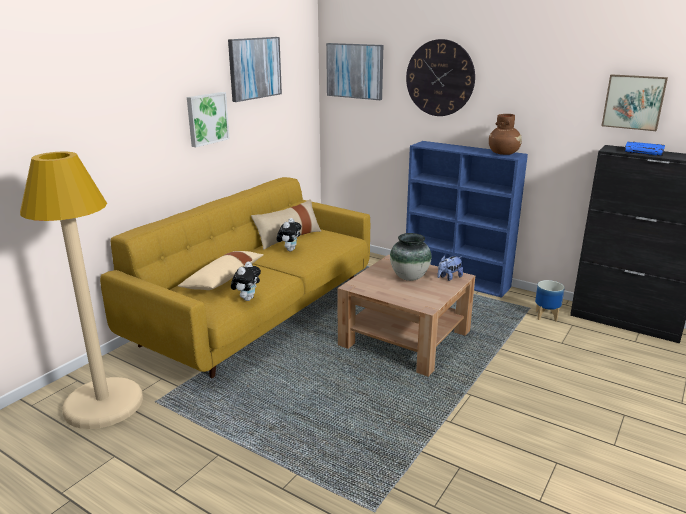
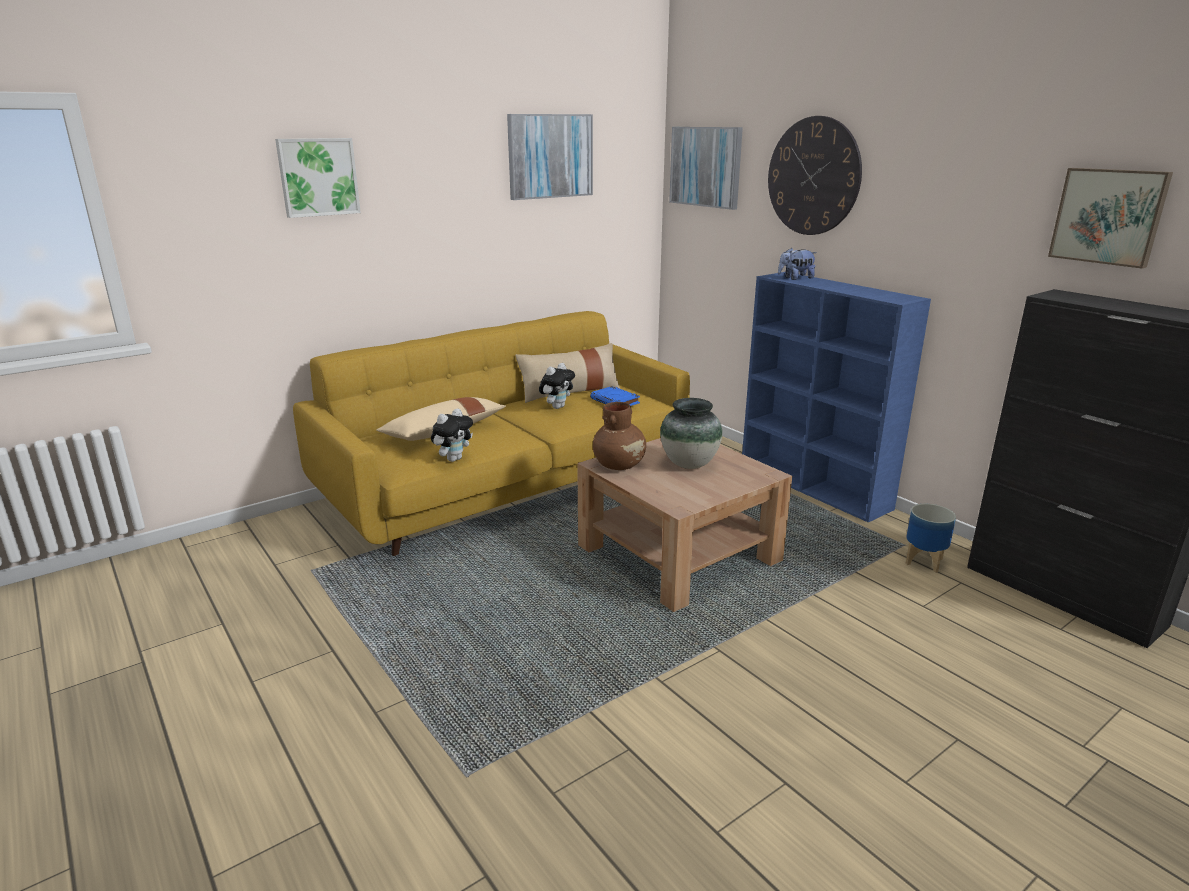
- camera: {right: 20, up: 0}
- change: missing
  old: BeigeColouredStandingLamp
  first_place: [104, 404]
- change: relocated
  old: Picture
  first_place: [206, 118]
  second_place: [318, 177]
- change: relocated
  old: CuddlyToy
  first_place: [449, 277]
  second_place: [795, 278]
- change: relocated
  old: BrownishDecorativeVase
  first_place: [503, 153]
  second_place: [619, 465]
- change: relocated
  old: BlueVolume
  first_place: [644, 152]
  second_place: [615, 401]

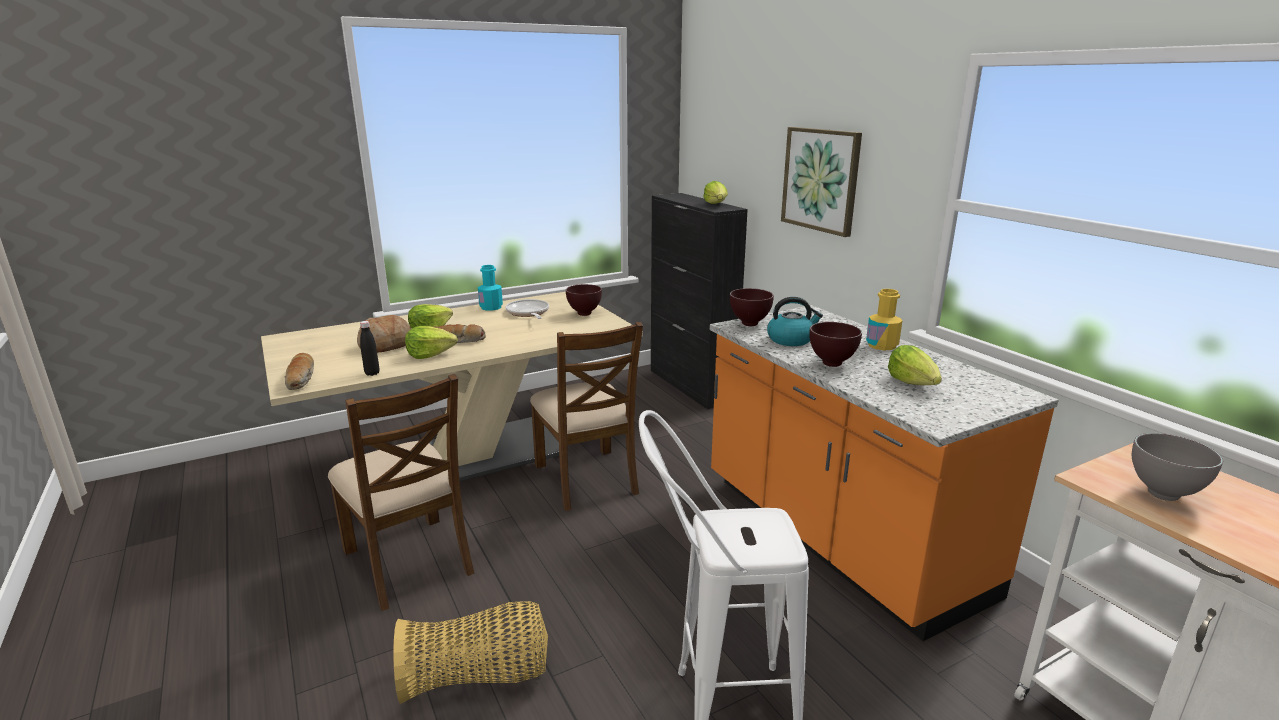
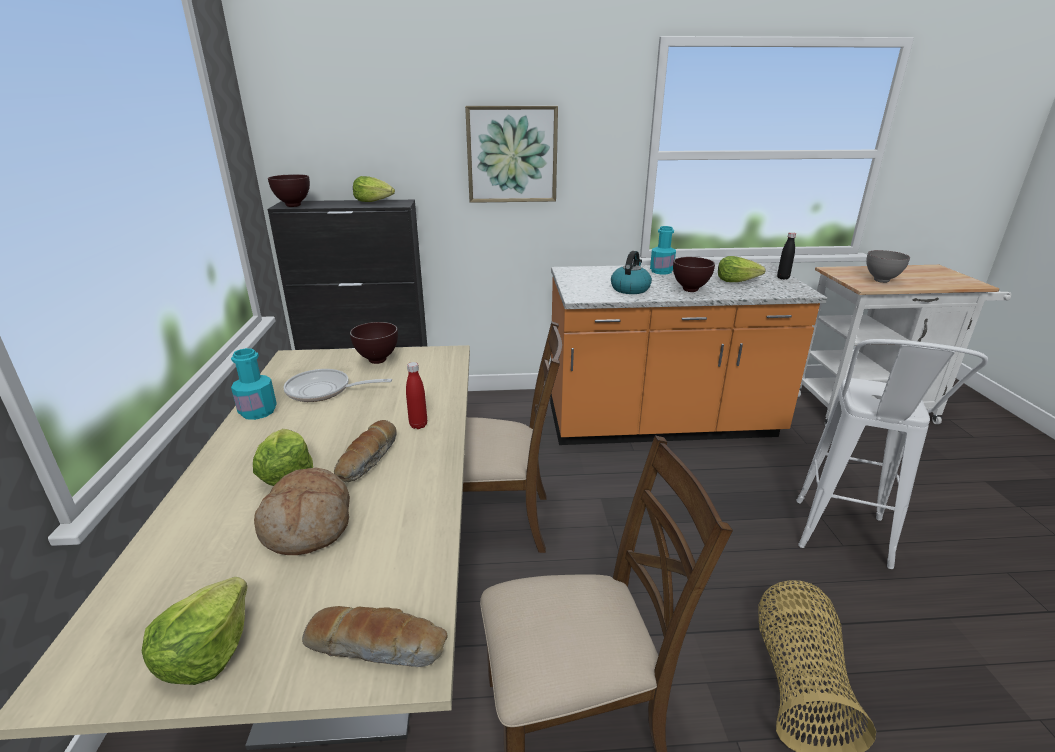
- camera: {right: -65, up: 5}
- change: relocated
  old: BlackishDrinkBottle
  first_place: [372, 373]
  second_place: [783, 278]
- change: relocated
  old: Lettuce
  first_place: [430, 354]
  second_place: [206, 651]
- change: relocated
  old: BrownishBowl
  first_place: [750, 324]
  second_place: [294, 205]
- change: colour
  old: YellowColouredDrinkBottle
  new: BlueGreenDrinkBottle
  first_place: [881, 345]
  second_place: [661, 271]
- change: appeared
  new: RedColouredDrinkBottle
  second_place: [418, 425]

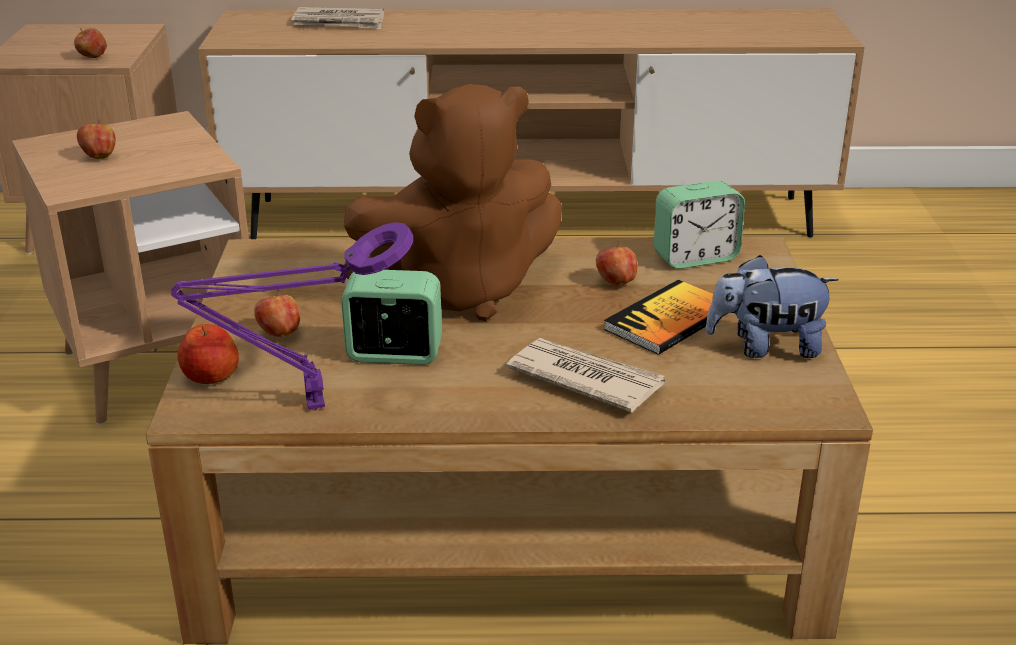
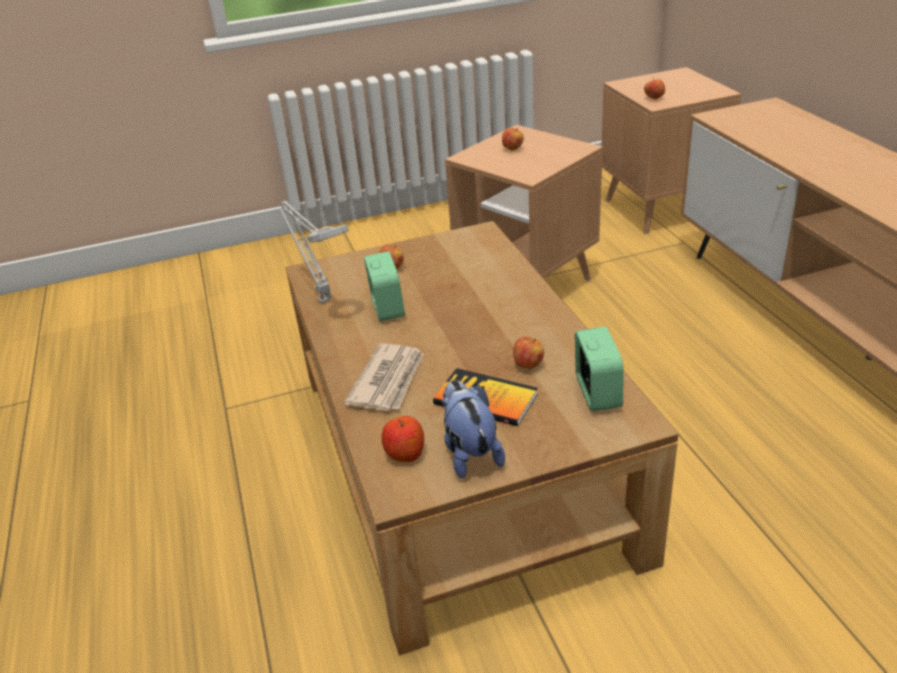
- camera: {right: 75, up: 5}
- change: colour
  old: PurpleColouredTabletopLamp
  new: GreyTabletopLamp
  first_place: [307, 406]
  second_place: [322, 299]
- change: relocated
  old: Apple
  first_place: [210, 376]
  second_place: [405, 453]
- change: missing
  old: PrintedPaper
  first_place: [339, 22]
- change: missing
  old: BrownishCuddlyToy
  first_place: [459, 290]
- change: spun
  old: TableClock
  first_place: [695, 257]
  second_place: [597, 393]
  degrees: -150

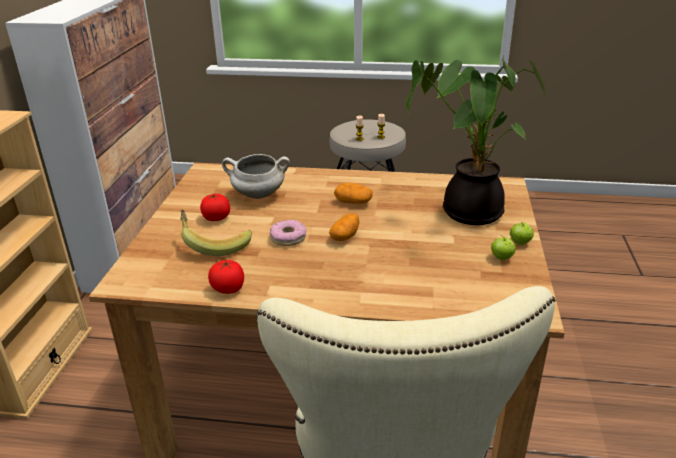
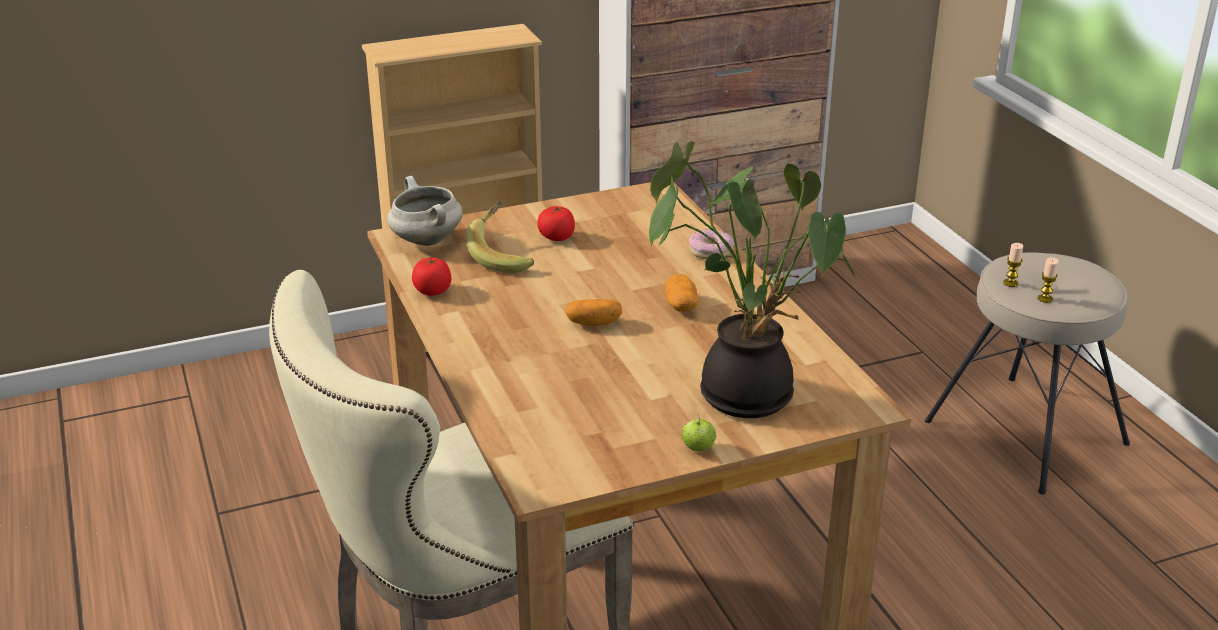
- camera: {right: 60, up: 0}
- change: relocated
  old: WhitishStockpot
  first_place: [258, 195]
  second_place: [425, 240]
- change: relocated
  old: RingDoughnut
  first_place: [288, 238]
  second_place: [711, 251]
- change: missing
  old: Apple
  first_place: [501, 258]

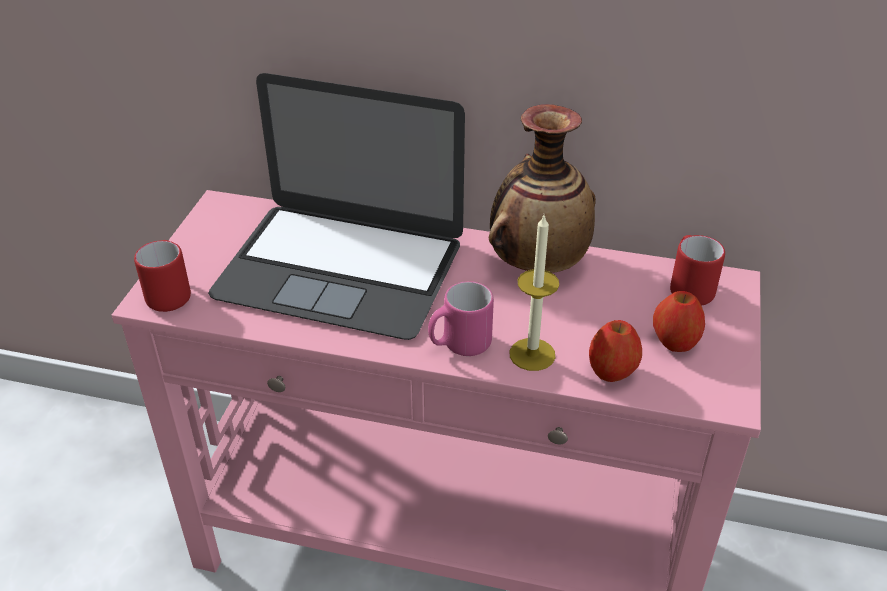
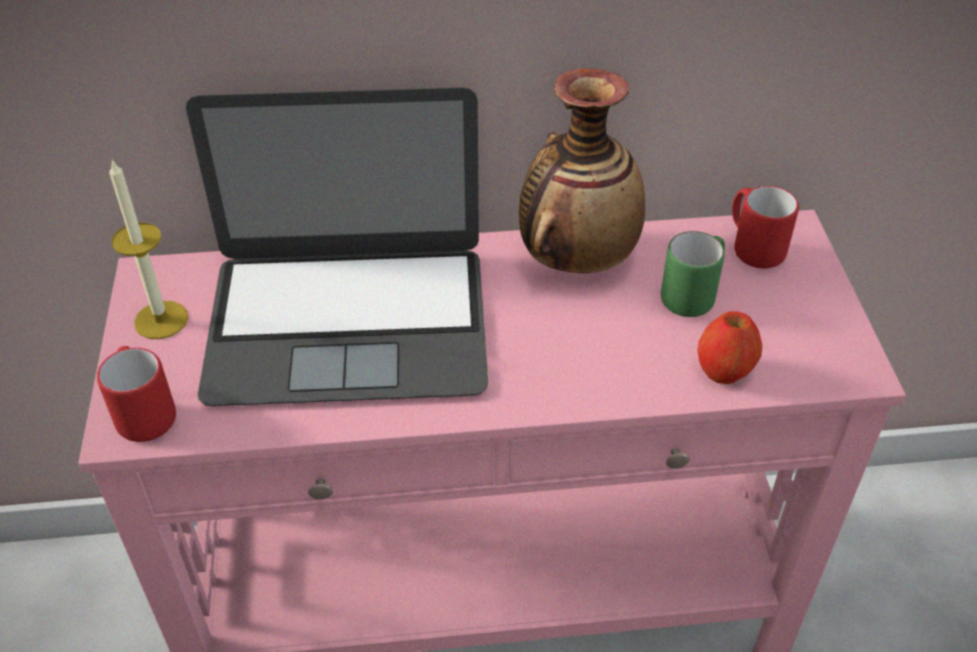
- camera: {right: -20, up: 5}
- change: missing
  old: PinkishMug
  first_place: [459, 345]
- change: relocated
  old: Candle
  first_place: [532, 354]
  second_place: [161, 320]
- change: missing
  old: Apple
  first_place: [674, 343]
- change: appeared
  new: GreenMug
  second_place: [693, 295]

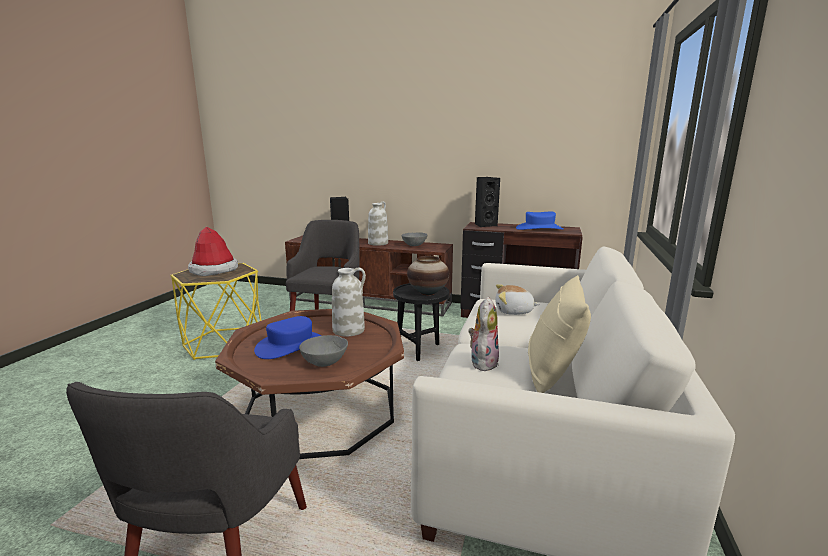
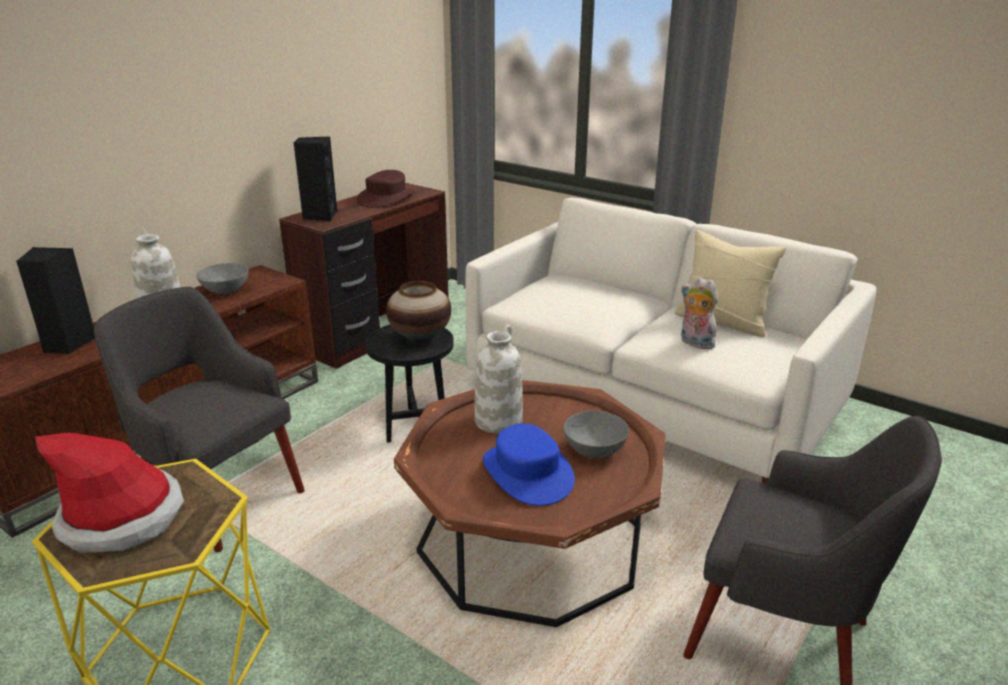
- camera: {right: -70, up: 10}
- change: missing
  old: CuddlyToy
  first_place: [514, 311]
- change: colour
  old: BlueHat
  new: BrownishHat
  first_place: [539, 228]
  second_place: [386, 198]

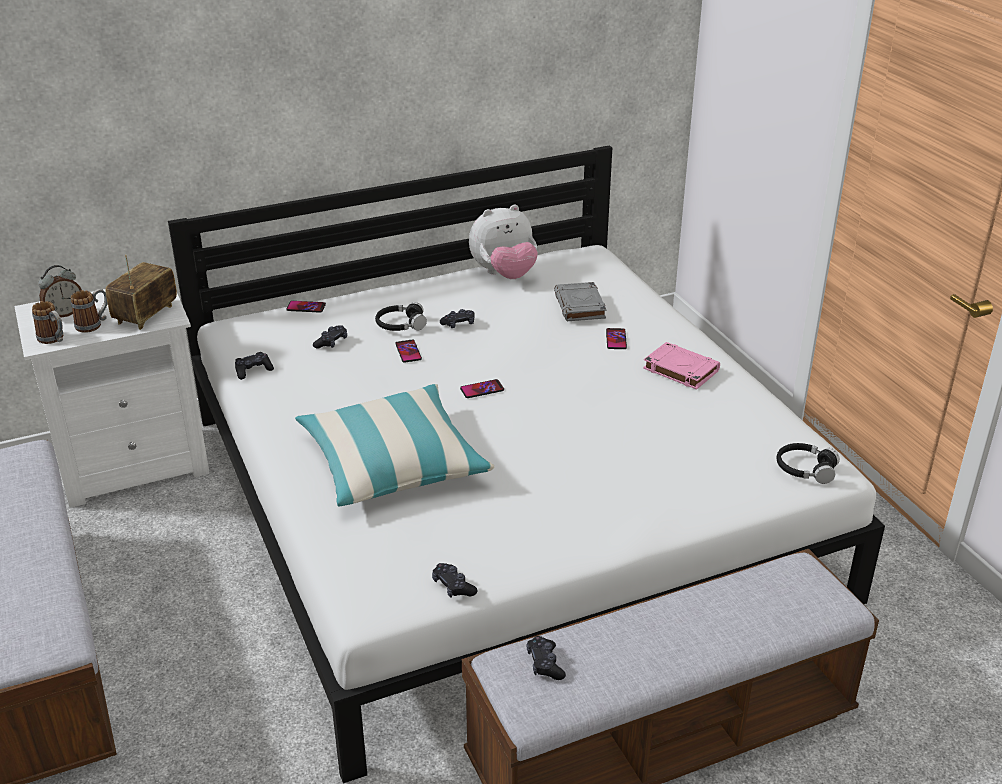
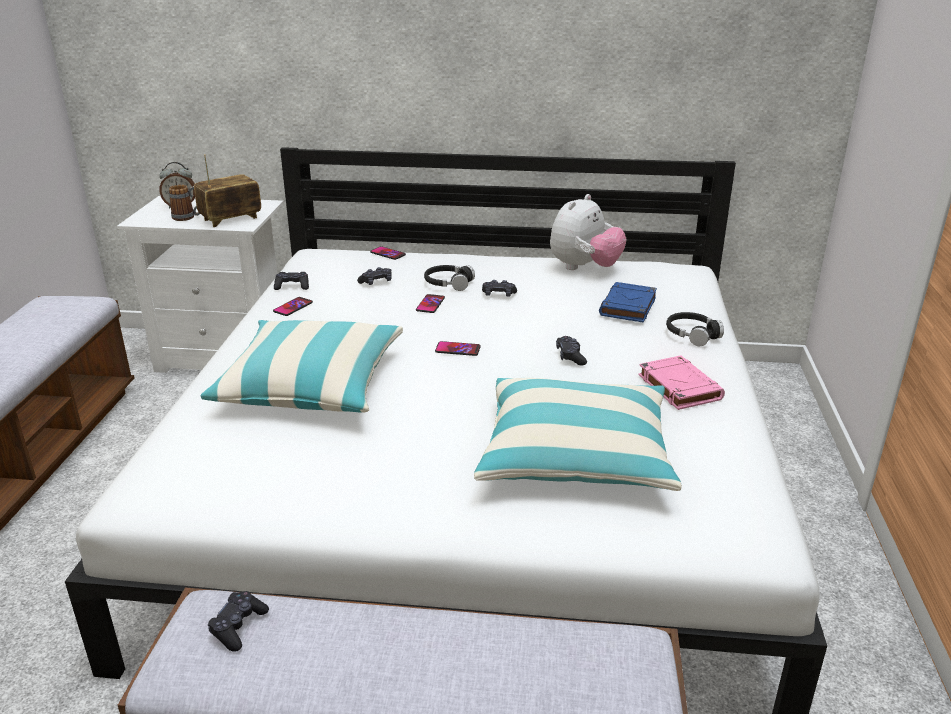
- camera: {right: 30, up: -5}
- change: missing
  old: Mug
  first_place: [54, 339]
- change: relocated
  old: BlackishGameController
  first_place: [453, 586]
  second_place: [570, 356]
- change: spun
  old: CuddlyToy
  first_place: [504, 274]
  second_place: [584, 268]
  degrees: -60
- change: colour
  old: GreyVolume
  new: BlueVolume
  first_place: [580, 306]
  second_place: [628, 307]
- change: relocated
  old: Handset
  first_place: [616, 339]
  second_place: [293, 307]
- change: relocated
  old: BlackishHeadphones
  first_place: [805, 469]
  second_place: [692, 334]
- change: appeared
  new: Pillow
  second_place: [575, 454]

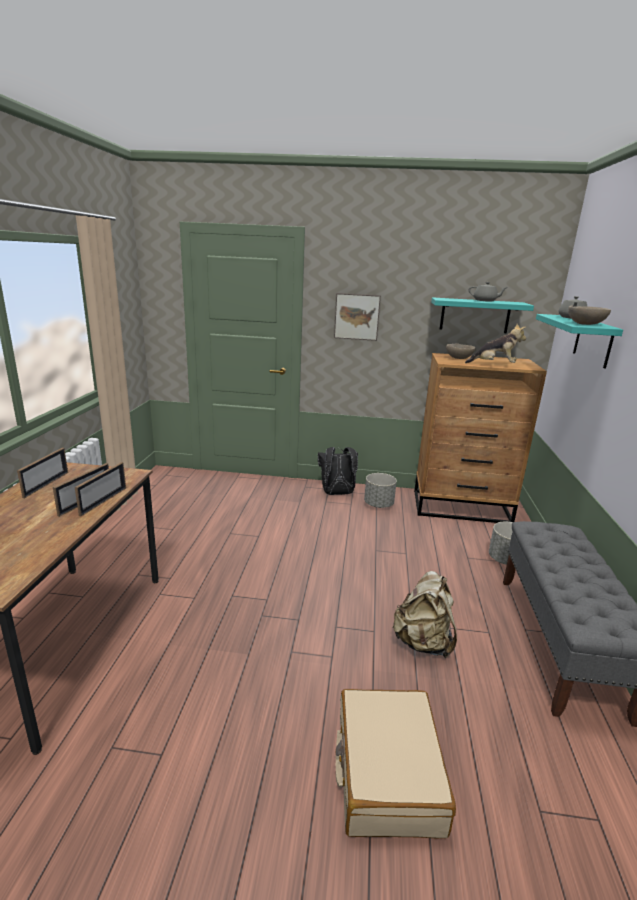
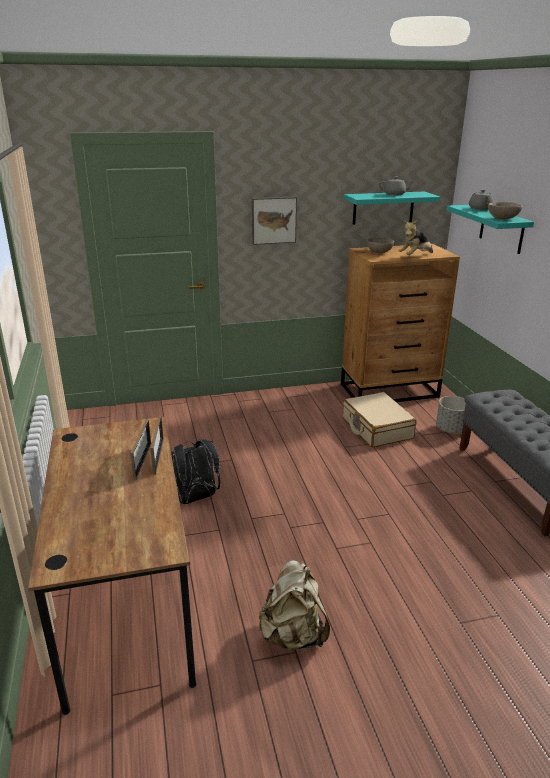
- camera: {right: -20, up: 5}
- change: missing
  old: PictureFrame
  first_place: [46, 484]
- change: relocated
  old: BlackishBackpack
  first_place: [337, 494]
  second_place: [194, 499]
- change: relocated
  old: BeigeColouredTravelCase
  first_place: [387, 772]
  second_place: [376, 428]
- change: missing
  old: GreyPlanter
  first_place: [379, 504]
- change: relocated
  old: BeigeColouredBackpack
  first_place: [423, 642]
  second_place: [293, 635]
- change: spun
  old: CuddlyToy
  first_place: [494, 365]
  second_place: [415, 256]
  degrees: 150

